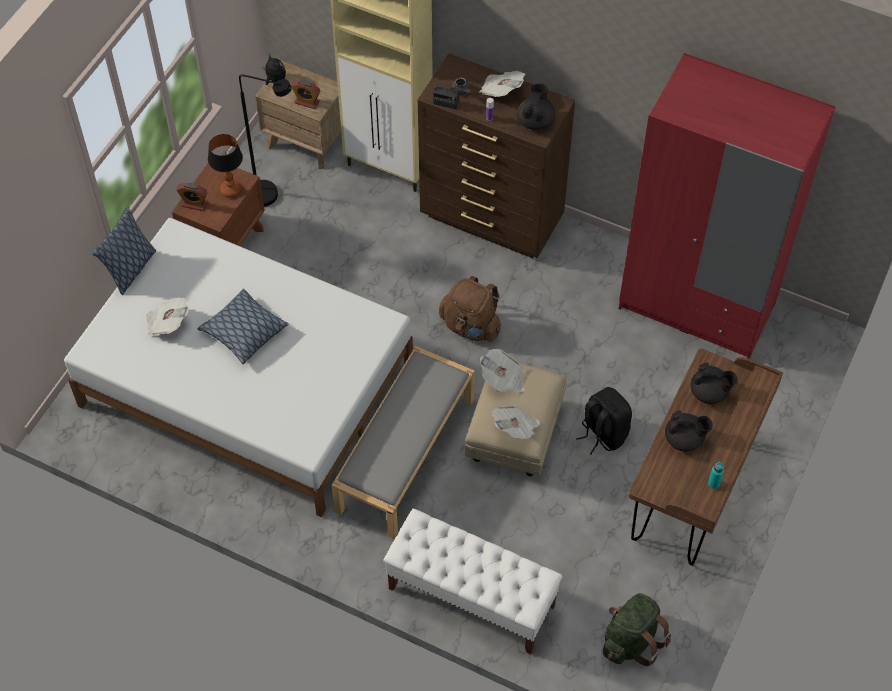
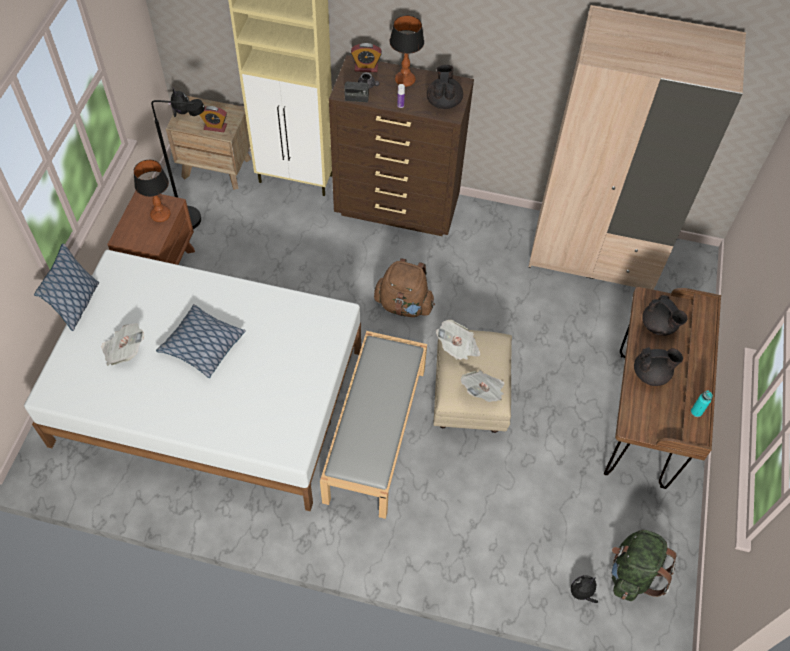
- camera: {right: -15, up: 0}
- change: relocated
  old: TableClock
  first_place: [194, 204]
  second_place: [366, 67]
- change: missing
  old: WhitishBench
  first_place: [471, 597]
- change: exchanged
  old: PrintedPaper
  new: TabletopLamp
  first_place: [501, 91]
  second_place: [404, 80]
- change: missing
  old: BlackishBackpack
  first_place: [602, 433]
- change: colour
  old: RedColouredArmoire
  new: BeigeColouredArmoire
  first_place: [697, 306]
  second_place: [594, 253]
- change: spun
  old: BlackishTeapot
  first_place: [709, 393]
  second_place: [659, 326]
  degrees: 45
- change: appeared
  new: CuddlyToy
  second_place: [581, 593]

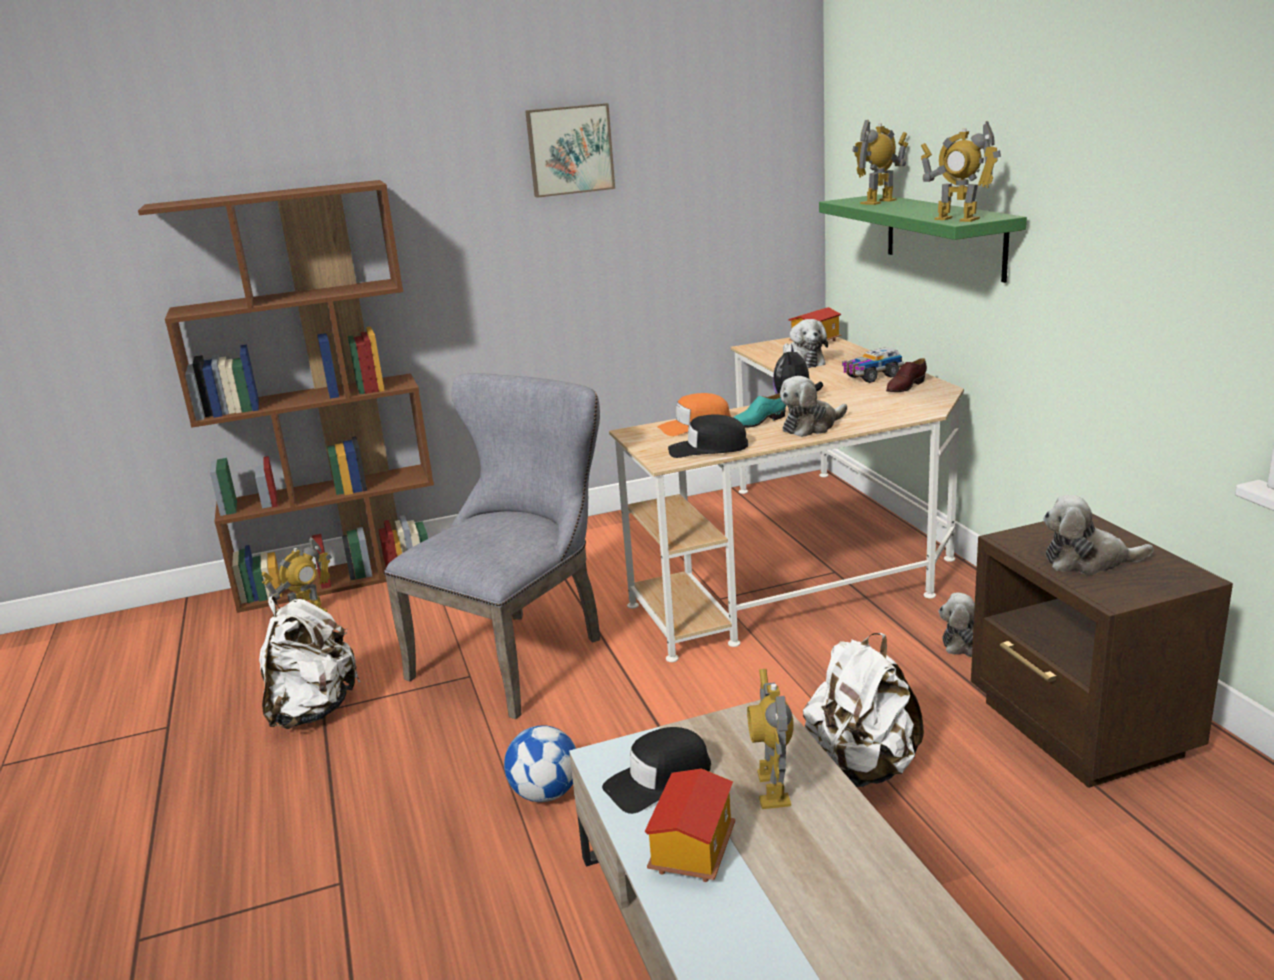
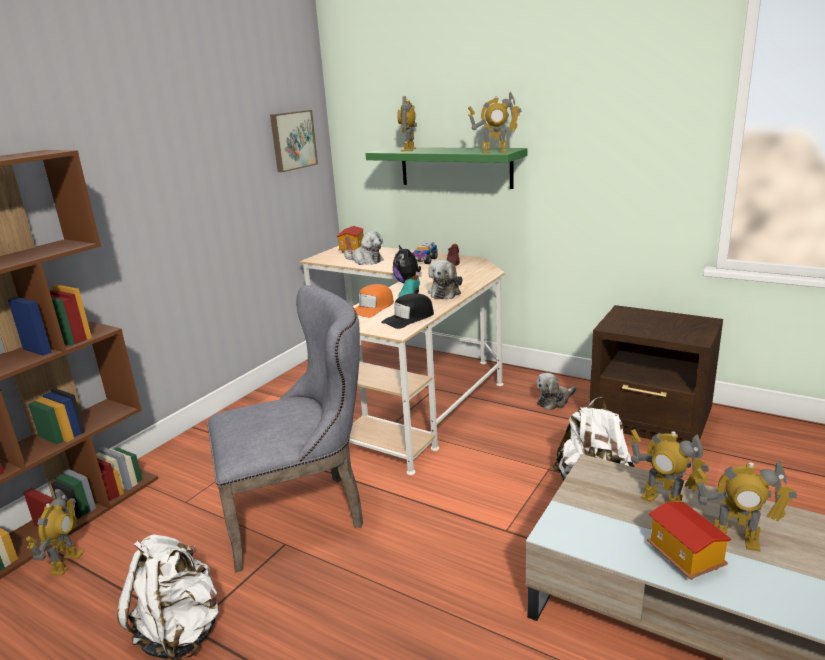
- camera: {right: -40, up: 0}
- change: spun
  old: GreyUprightChair
  first_place: [518, 654]
  second_place: [302, 513]
  degrees: 75
- change: missing
  old: Football
  first_place: [545, 793]
- change: relocated
  old: Picture
  first_place: [569, 150]
  second_place: [292, 140]
- change: missing
  old: BlackishCap
  first_place: [659, 780]
- change: missing
  old: CuddlyToy
  first_place: [1088, 561]
- change: appeared
  new: ModelRobot
  second_place: [735, 539]

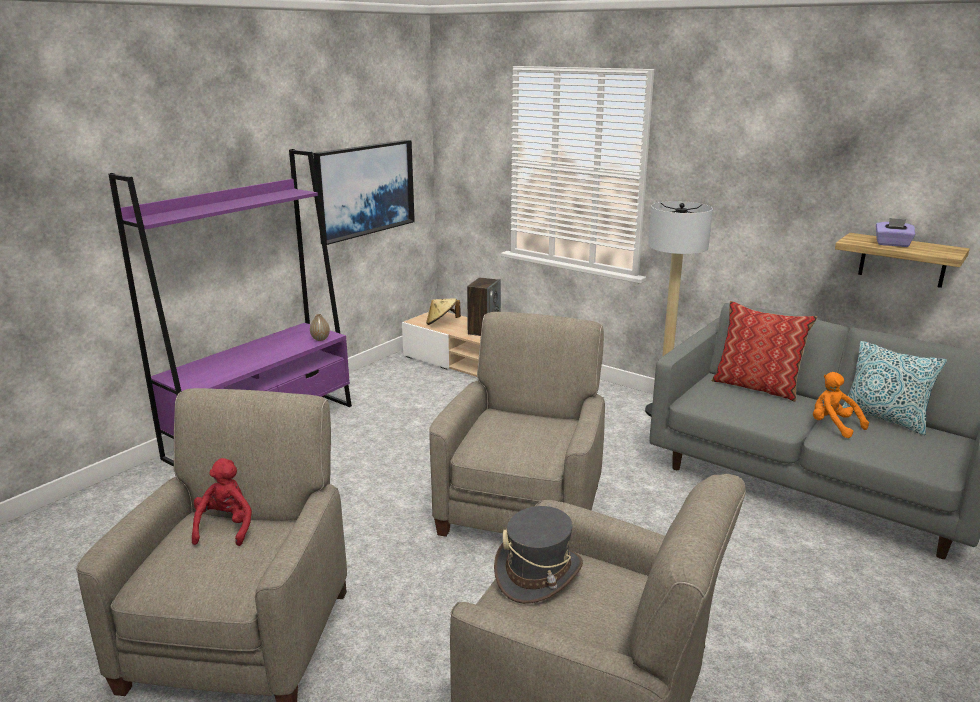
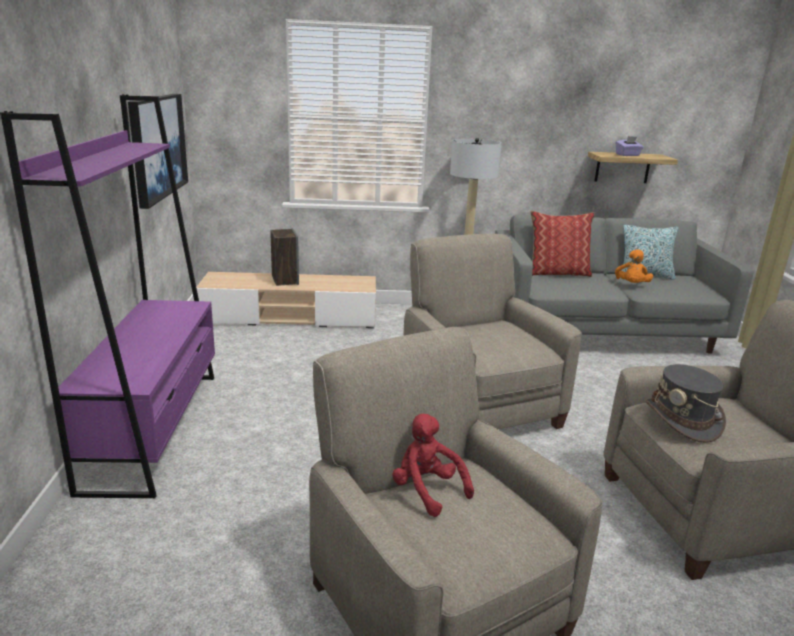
- camera: {right: -40, up: 0}
- change: missing
  old: DecorativeVase
  first_place: [320, 339]
- change: missing
  old: BeigeColouredHat
  first_place: [442, 323]
- change: spun
  old: OrangeyCuddlyToy
  first_place: [833, 426]
  second_place: [631, 285]
  degrees: -90

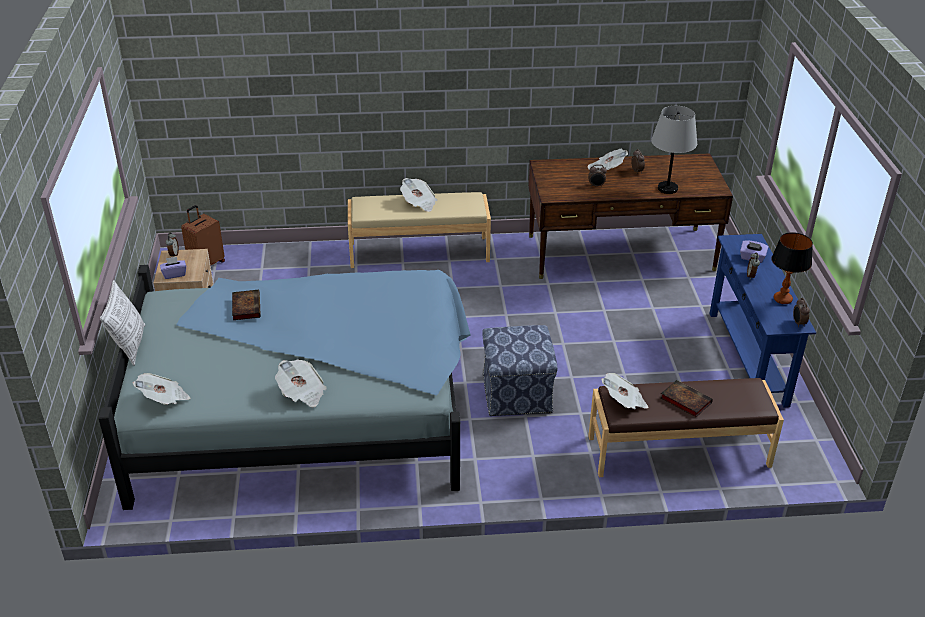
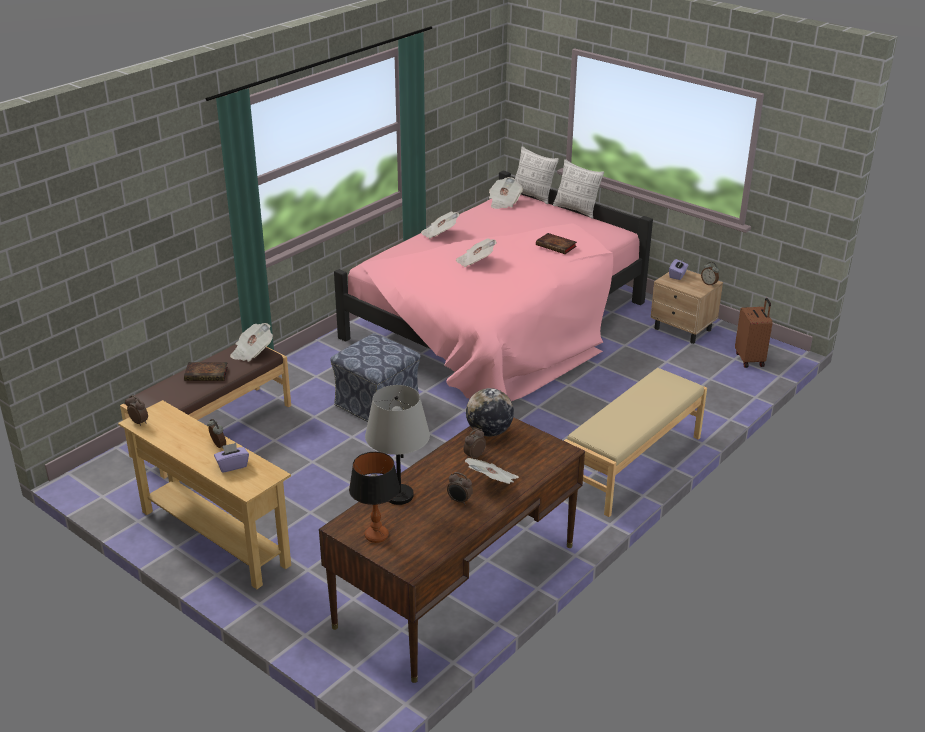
- camera: {right: 135, up: -5}
- change: colour
  old: BlueSleepingBed
  new: PinkishSleepingBed
  first_place: [307, 408]
  second_place: [497, 326]
- change: relocated
  old: PrintedPaper
  first_place: [419, 203]
  second_place: [475, 262]
- change: colour
  old: BlueNarrowTable
  new: BeigeColouredNarrowTable
  first_place: [748, 357]
  second_place: [214, 538]
- change: relocated
  old: TabletopLamp
  first_place: [782, 299]
  second_place: [376, 536]
- change: appeared
  new: WorldGlobe
  second_place: [489, 432]
- change: appeared
  new: Pillow
  second_place: [533, 196]

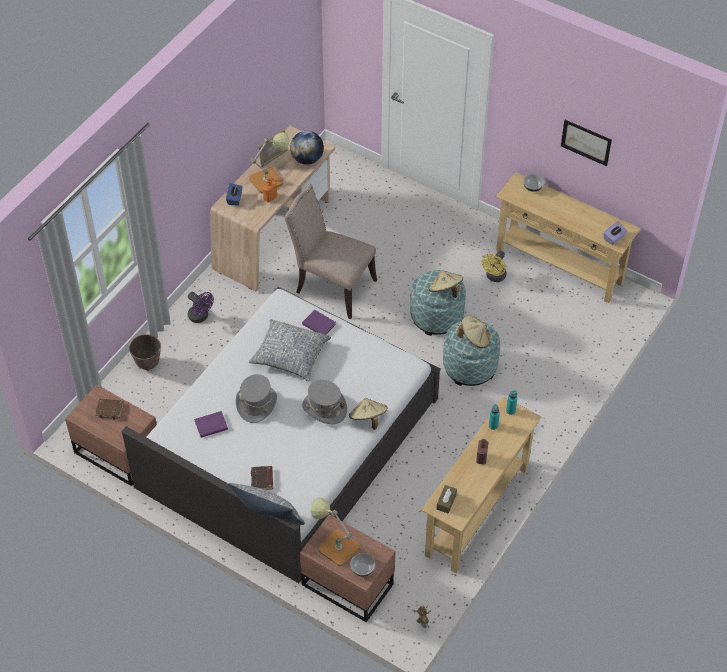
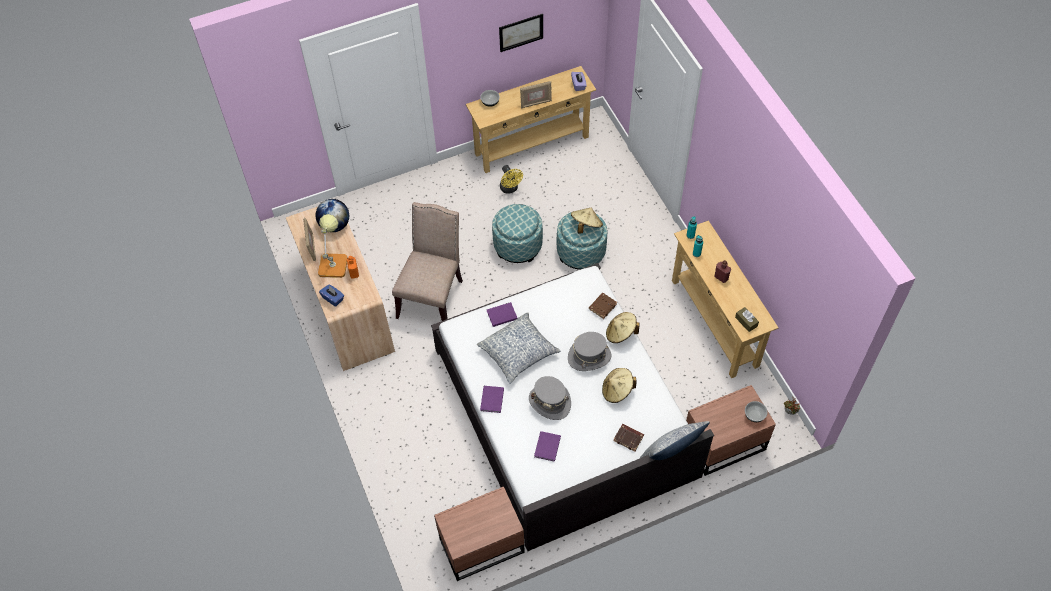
- camera: {right: -55, up: 5}
- change: relocated
  old: BrownishVolume
  first_place: [110, 409]
  second_place: [602, 306]
- change: missing
  old: Planter
  first_place: [148, 364]
- change: missing
  old: PurpleColouredCoolingFan
  first_place: [200, 317]
- change: spun
  old: BeigeColouredUprightChair
  first_place: [332, 286]
  second_place: [432, 297]
  degrees: 135
- change: missing
  old: TabletopLamp
  first_place: [334, 545]
- change: relocated
  old: BeigeColouredHat
  first_place: [445, 291]
  second_place: [617, 391]
- change: appeared
  new: PurpleColouredVolume
  second_place: [491, 400]
- change: appeared
  new: PictureFrame
  second_place: [535, 103]

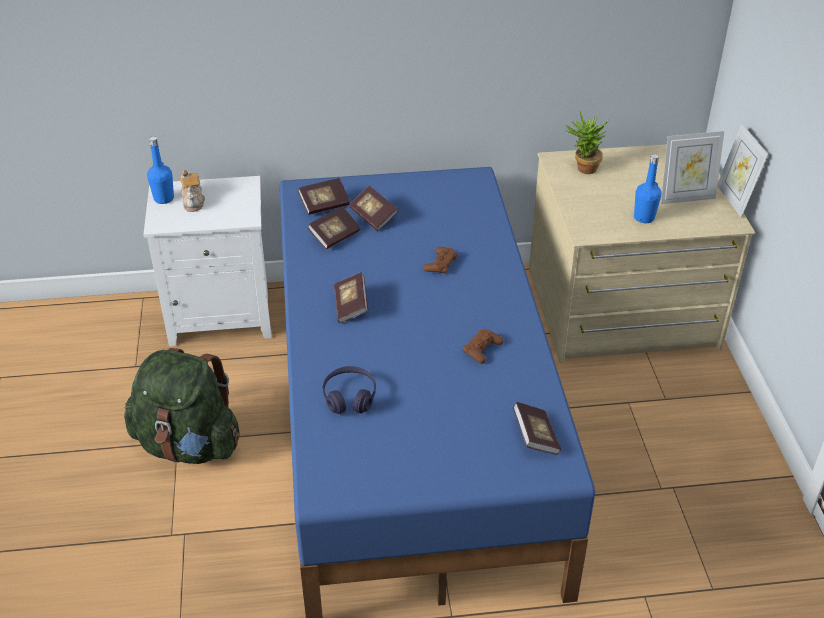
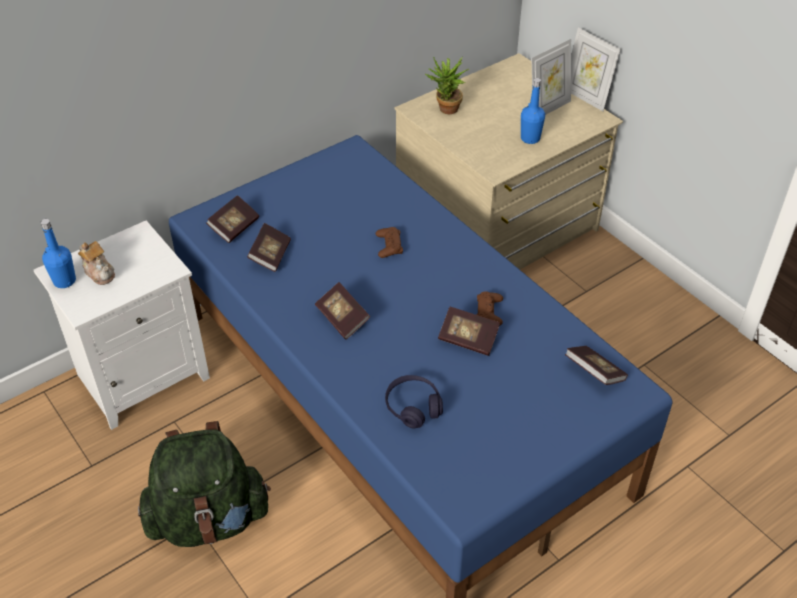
- camera: {right: -30, up: 5}
- change: relocated
  old: Volume
  first_place: [373, 217]
  second_place: [468, 339]

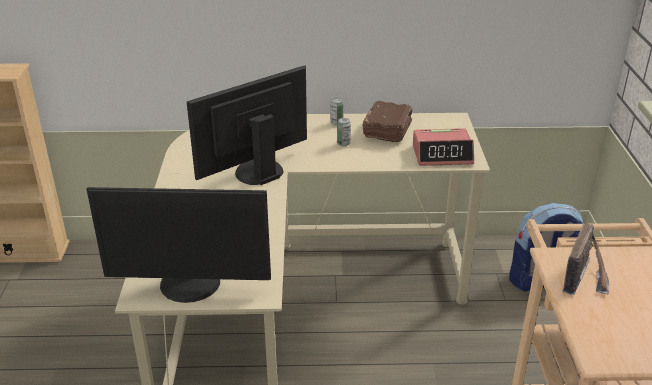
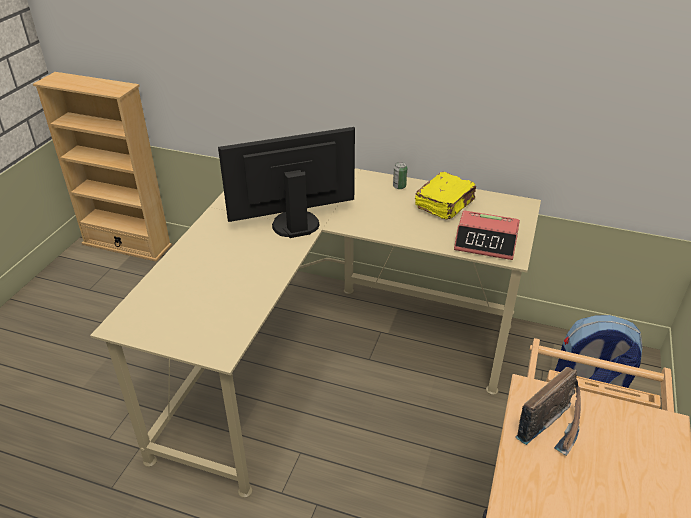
- camera: {right: 20, up: 5}
- change: missing
  old: ComputerScreen
  first_place: [189, 285]
- change: missing
  old: Can
  first_place: [343, 143]
- change: colour
  old: BrownishVolume
  new: YellowColouredVolume
  first_place: [388, 131]
  second_place: [445, 205]

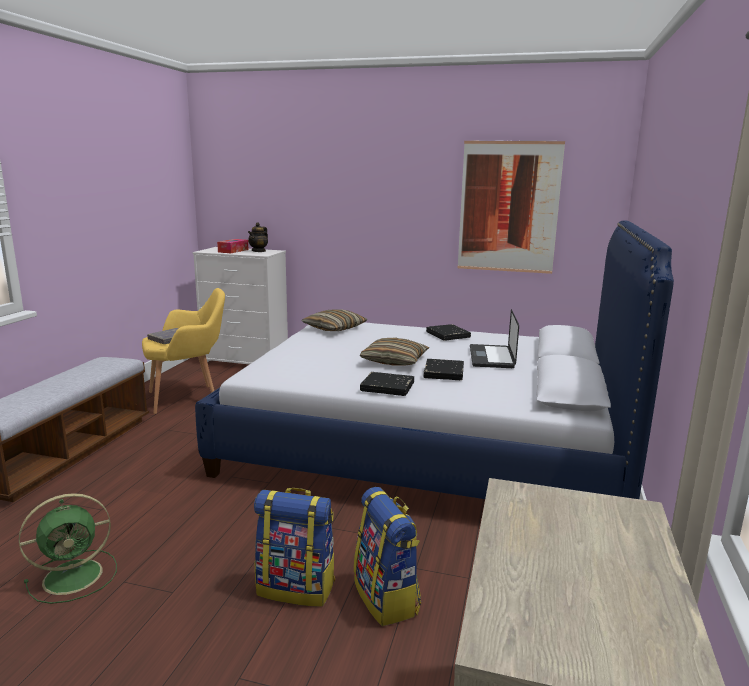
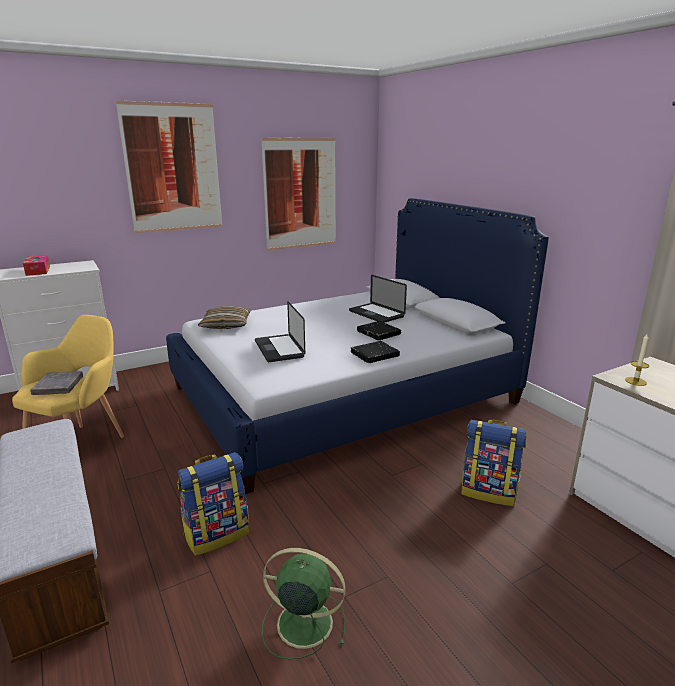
- camera: {right: -45, up: 5}
- change: spun
  old: GreenCoolingFan
  first_place: [75, 576]
  second_place: [302, 623]
  degrees: -90
- change: missing
  old: Teapot
  first_place: [259, 251]
- change: relocated
  old: Backpack
  first_place: [297, 587]
  second_place: [217, 534]
- change: missing
  old: Pillow
  first_place: [394, 361]
- change: missing
  old: BlackishVolume
  first_place: [448, 335]
- change: appeared
  new: Picture
  second_place: [173, 168]
- change: appeared
  new: Laptop
  second_place: [279, 349]
- change: appeared
  new: Candle
  second_place: [635, 381]

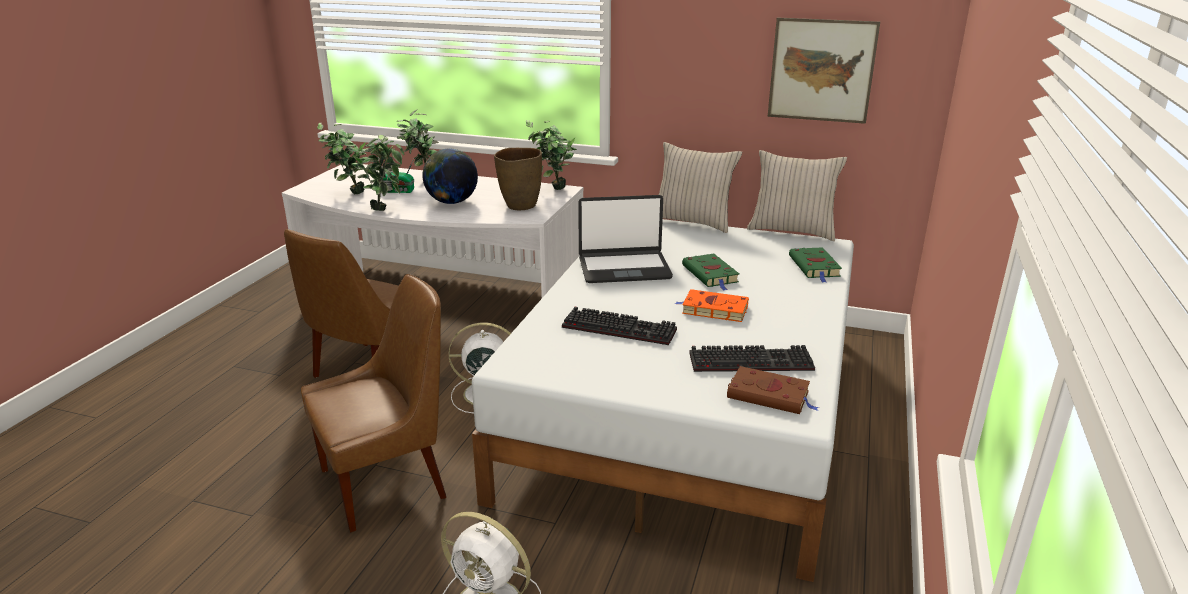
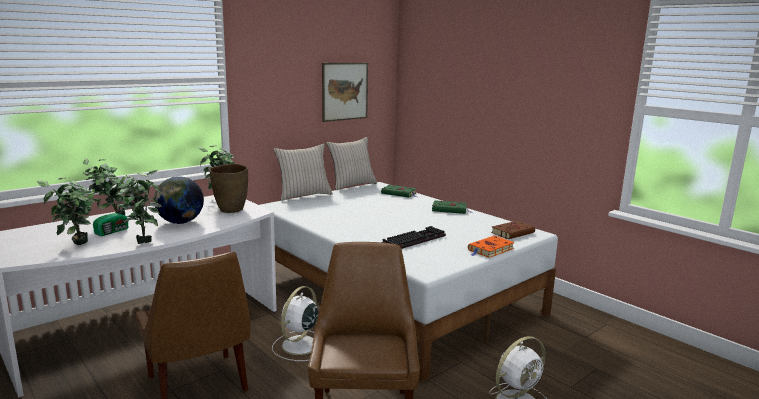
- camera: {right: -60, up: -10}
- change: missing
  old: Laptop
  first_place: [624, 268]
- change: relocated
  old: OrangeyVolume
  first_place: [713, 309]
  second_place: [490, 250]
- change: relocated
  old: GreenVolume
  first_place: [711, 275]
  second_place: [450, 210]
- change: missing
  old: PcKeyboard
  first_place: [752, 361]

